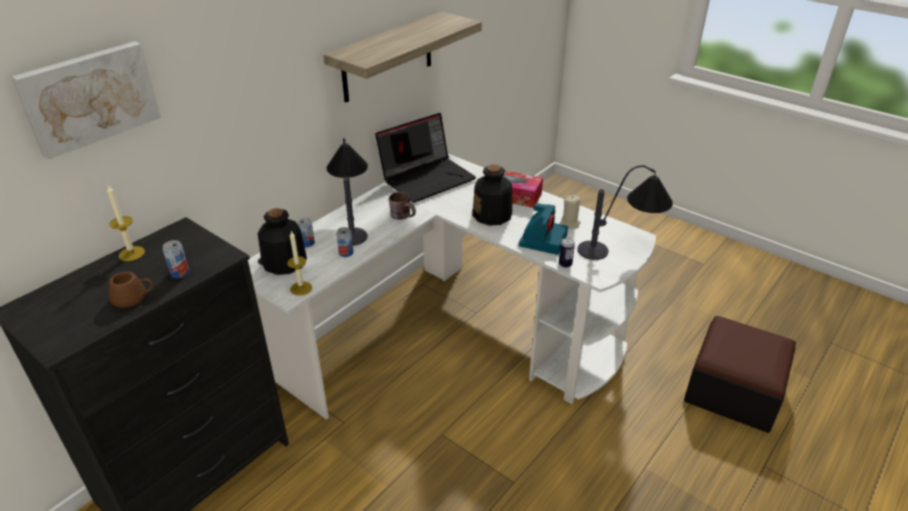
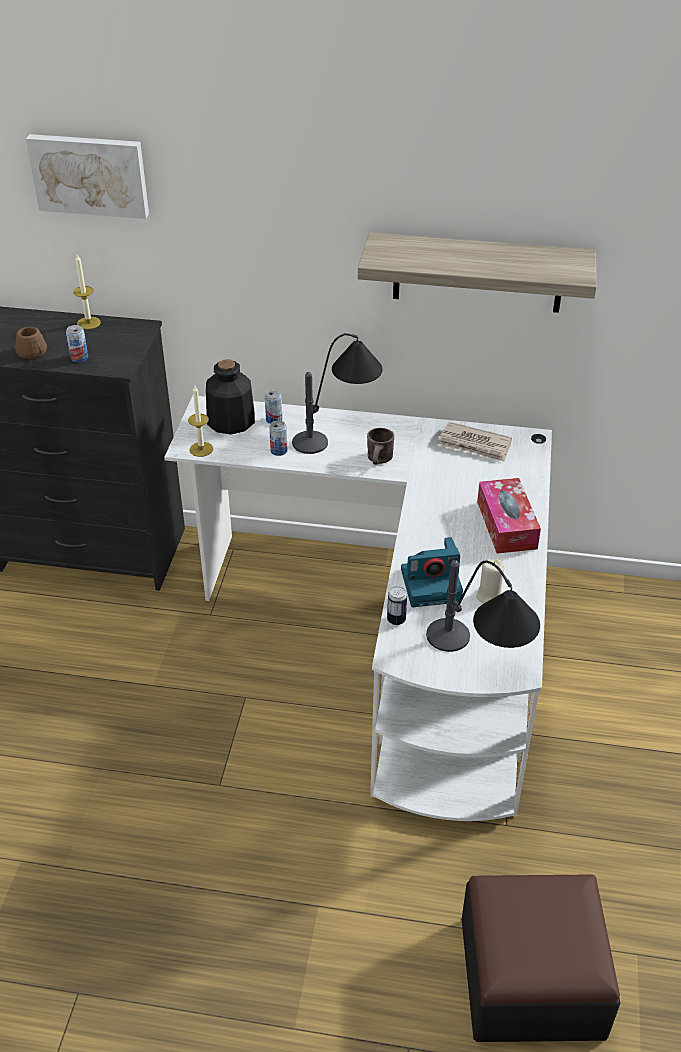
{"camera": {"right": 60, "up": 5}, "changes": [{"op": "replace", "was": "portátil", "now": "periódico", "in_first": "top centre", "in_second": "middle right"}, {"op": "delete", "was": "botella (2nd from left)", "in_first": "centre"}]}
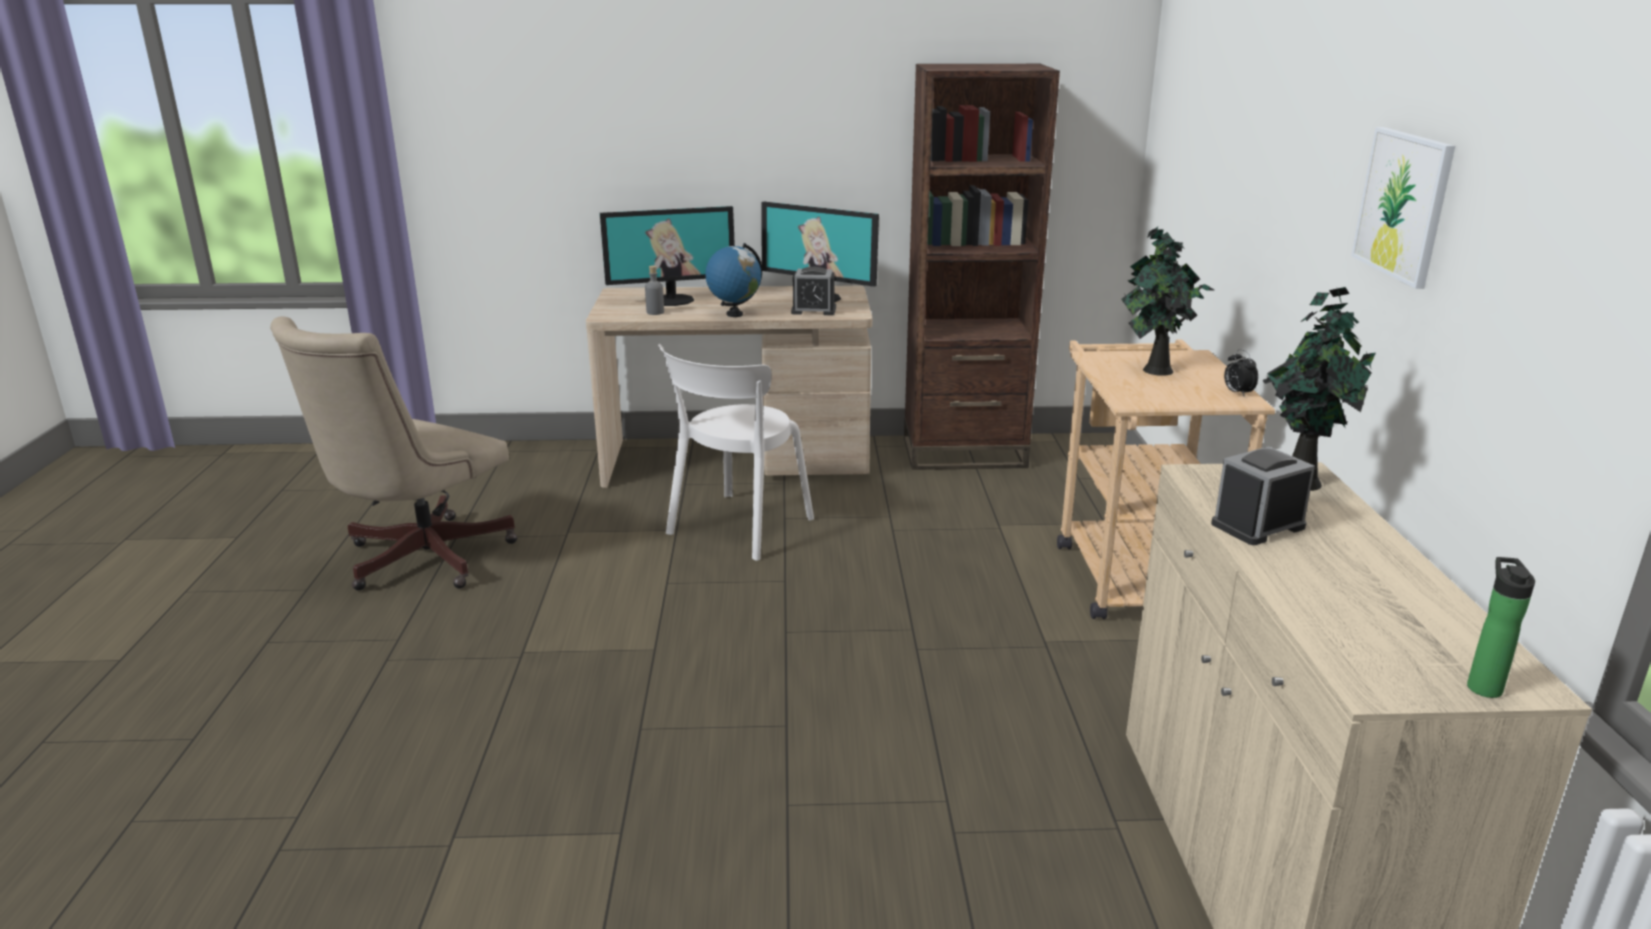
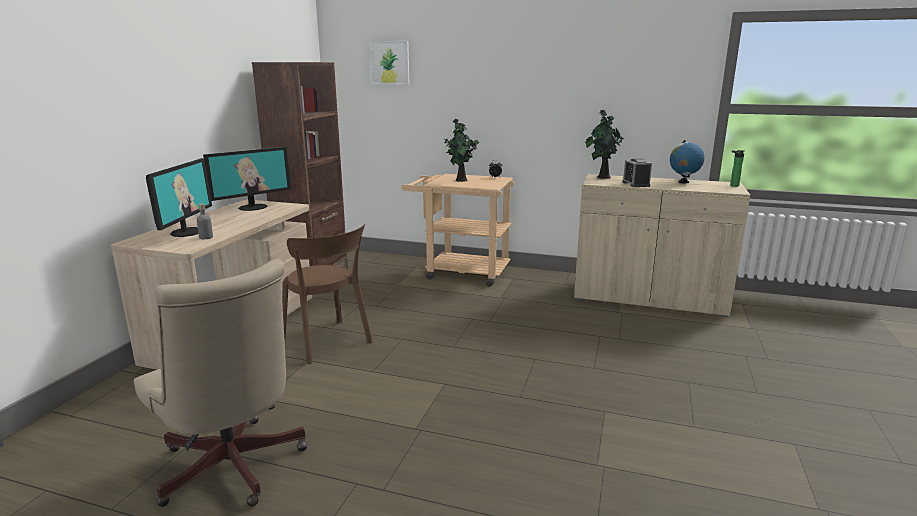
{"camera": {"right": -70, "up": -5}, "changes": [{"op": "move", "was": "cuadro", "in_first": "top right", "in_second": "top centre"}, {"op": "move", "was": "globo terráqueo", "in_first": "top centre", "in_second": "top right"}, {"op": "delete", "was": "despertador (1st from left)", "in_first": "top centre"}, {"op": "recolor", "was": "silla (blanco)", "now": "silla (marrón)", "in_first": "centre", "in_second": "centre"}]}
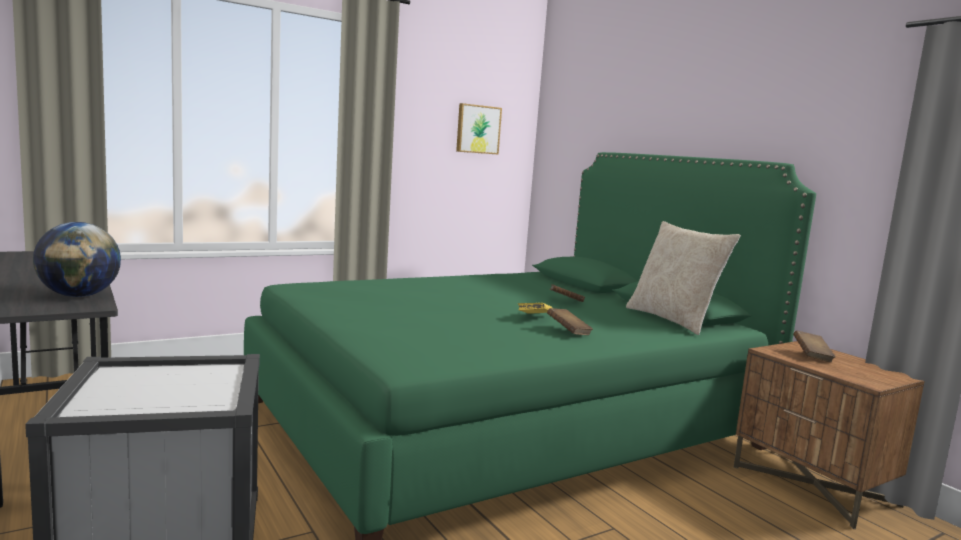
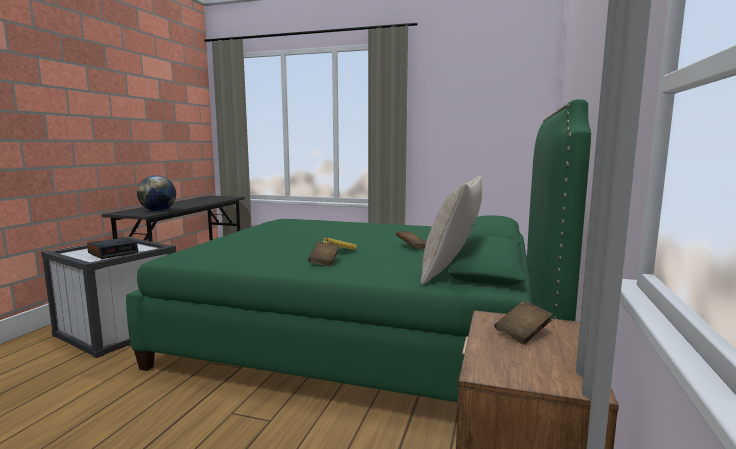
{"camera": {"right": 50, "up": 0}, "changes": [{"op": "delete", "was": "cuadro", "in_first": "top centre"}, {"op": "insert", "now": "despertador", "in_second": "middle left"}]}
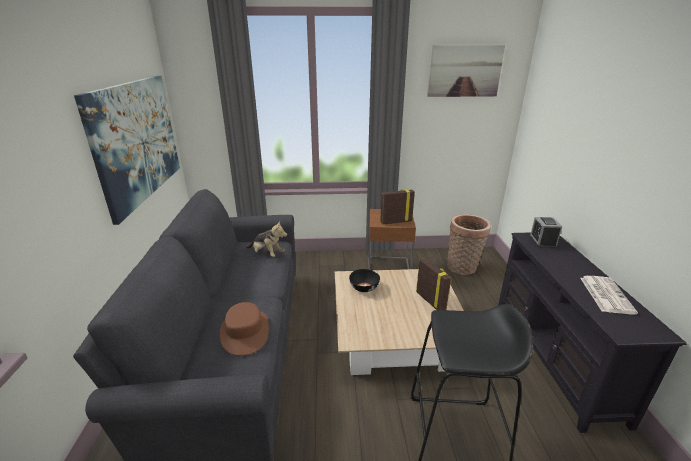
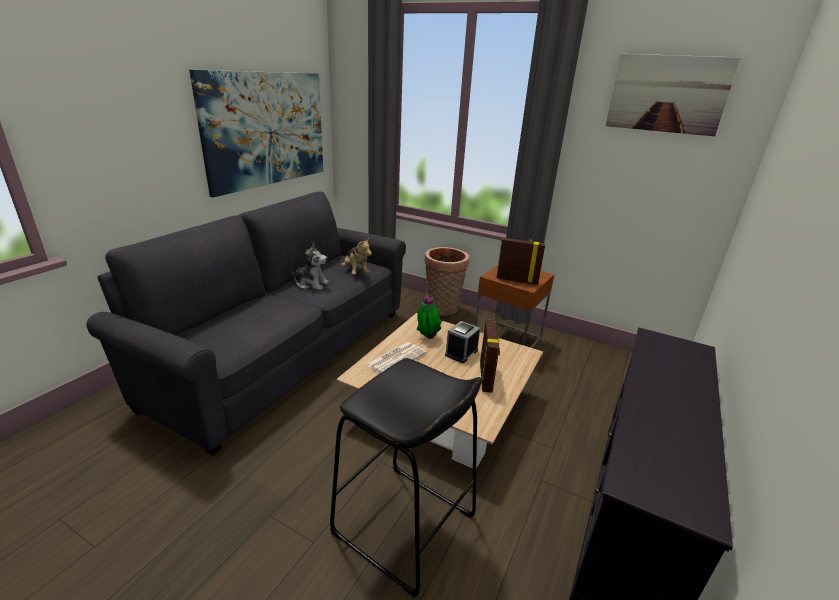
{"camera": {"right": 30, "up": 0}, "changes": [{"op": "move", "was": "cesta", "in_first": "middle right", "in_second": "centre"}, {"op": "move", "was": "despertador", "in_first": "middle right", "in_second": "centre"}, {"op": "replace", "was": "cuenco (negro)", "now": "planta en maceta", "in_first": "centre", "in_second": "centre"}, {"op": "move", "was": "periódico", "in_first": "middle right", "in_second": "centre"}, {"op": "delete", "was": "sombrero (marrón)", "in_first": "bottom centre"}, {"op": "insert", "now": "peluche (1st from left)", "in_second": "centre"}]}
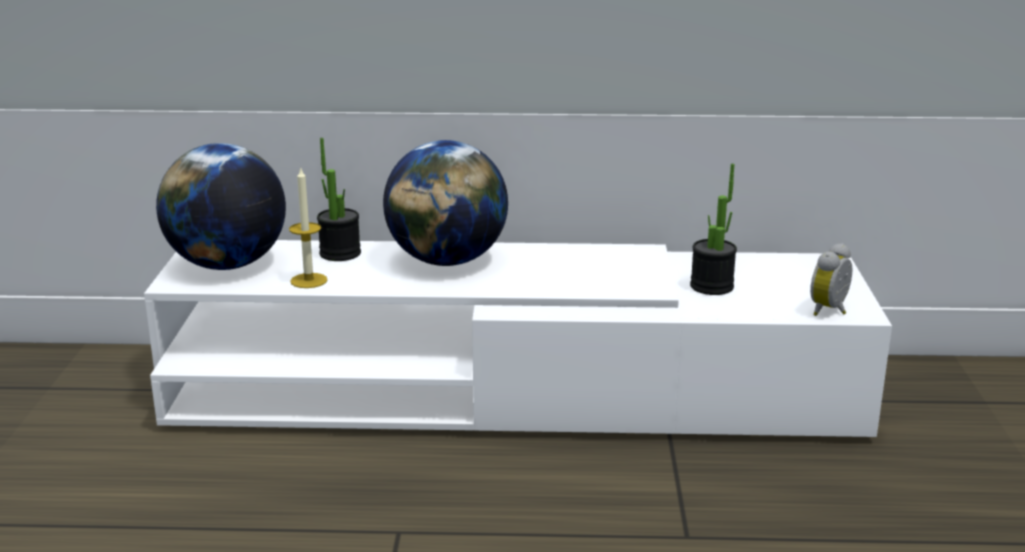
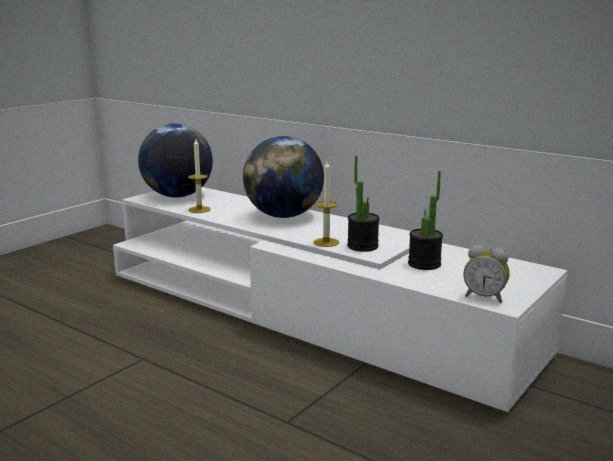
{"camera": {"right": 35, "up": -5}, "changes": [{"op": "move", "was": "planta en maceta (1st from left)", "in_first": "middle left", "in_second": "centre"}, {"op": "rotate", "was": "despertador", "in_first": "middle right", "in_second": "middle right", "clockwise": -135}, {"op": "insert", "now": "vela (2nd from left)", "in_second": "centre"}]}
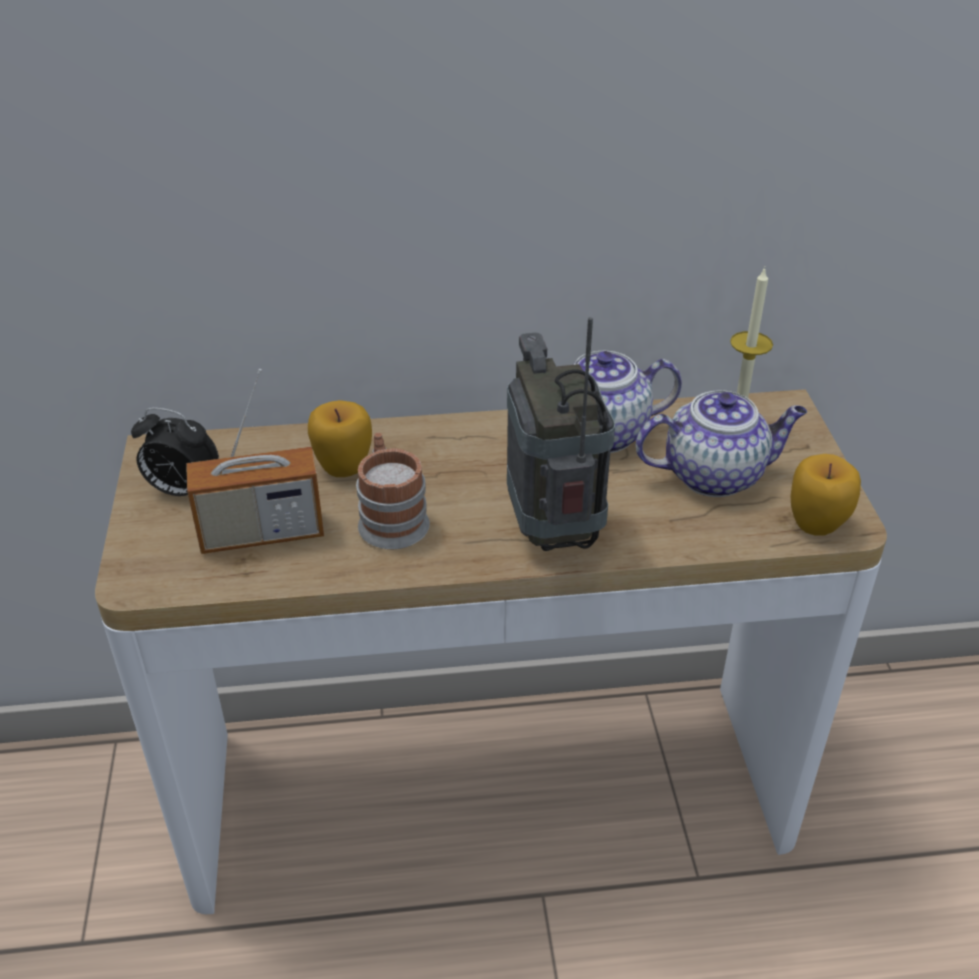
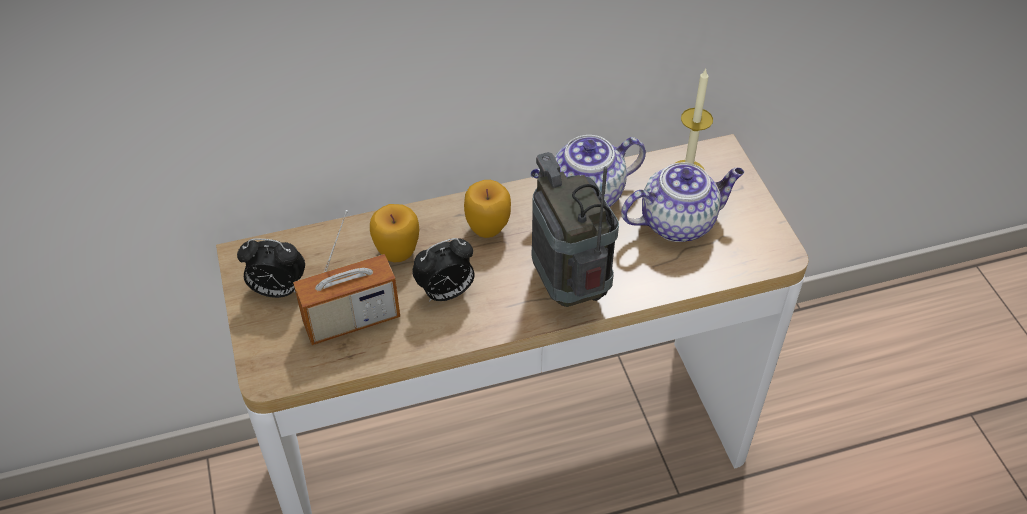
{"camera": {"right": -10, "up": 10}, "changes": [{"op": "replace", "was": "taza grande", "now": "despertador (2nd from left)", "in_first": "centre", "in_second": "centre"}, {"op": "move", "was": "manzana (2nd from left)", "in_first": "middle right", "in_second": "centre"}]}
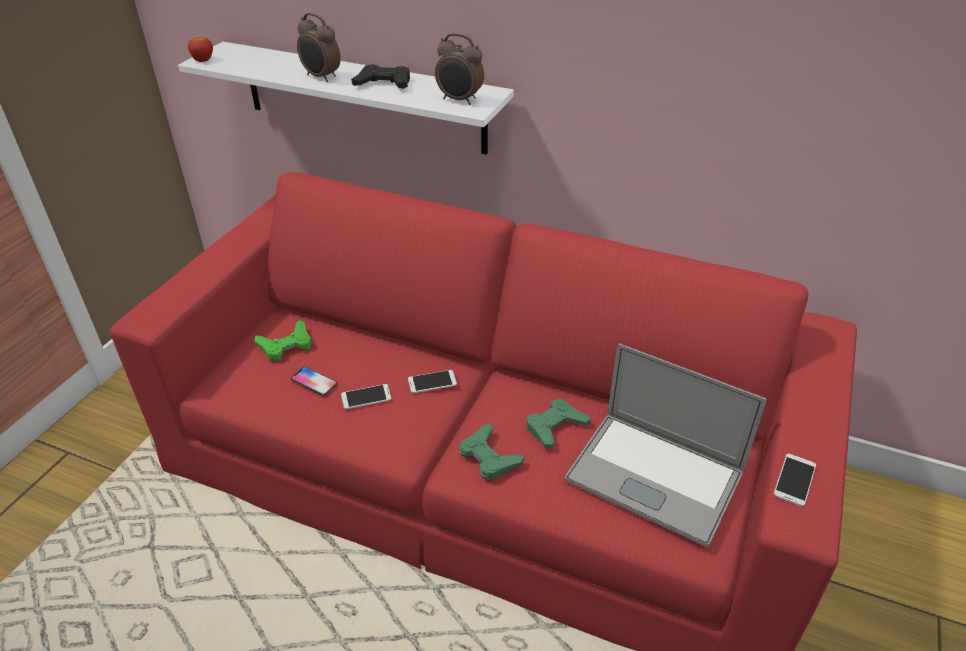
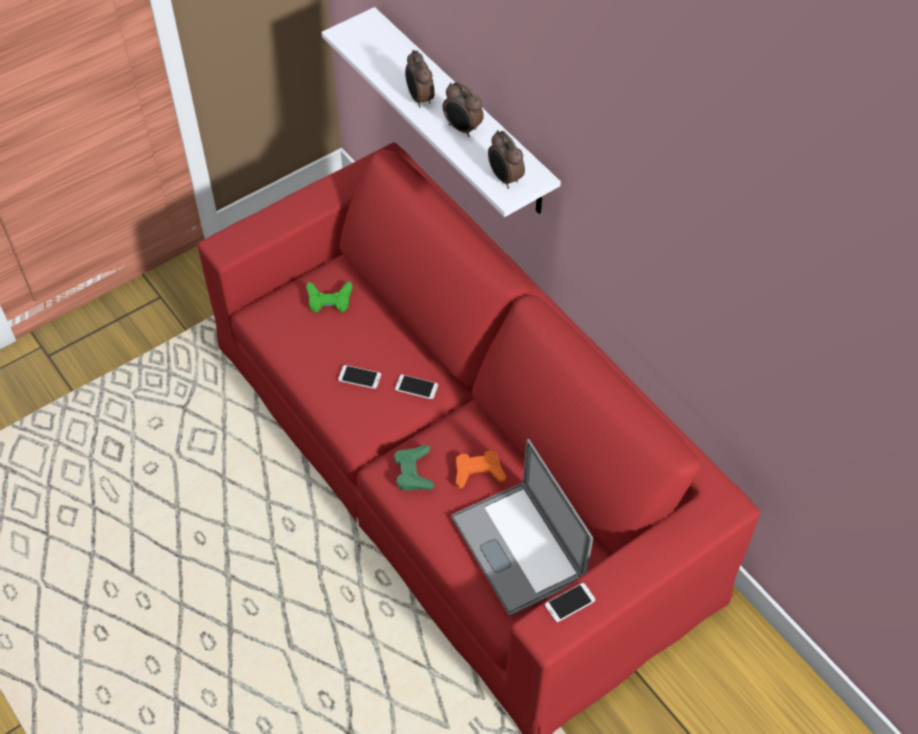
{"camera": {"right": 30, "up": 15}, "changes": [{"op": "delete", "was": "manzana", "in_first": "top left"}, {"op": "replace", "was": "mando de consola (negro)", "now": "despertador (2nd from left)", "in_first": "top centre", "in_second": "top centre"}, {"op": "delete", "was": "móvil (1st from left)", "in_first": "middle left"}, {"op": "recolor", "was": "mando de consola (verde) (3rd from left)", "now": "mando de consola (naranja)", "in_first": "centre", "in_second": "centre"}]}
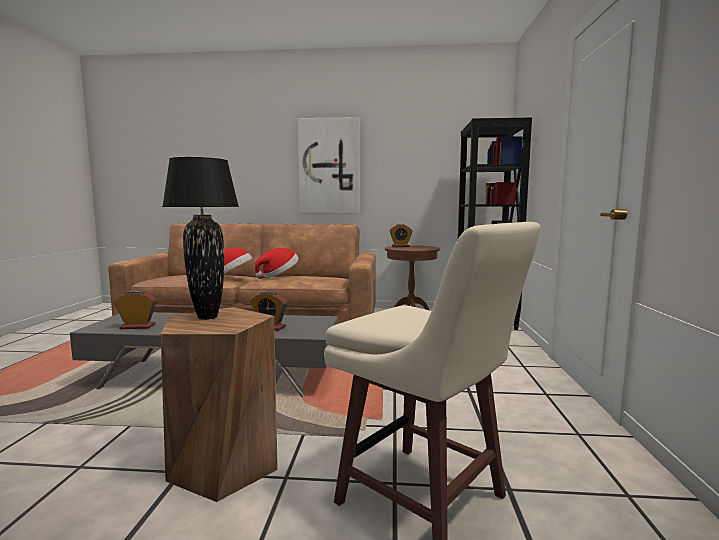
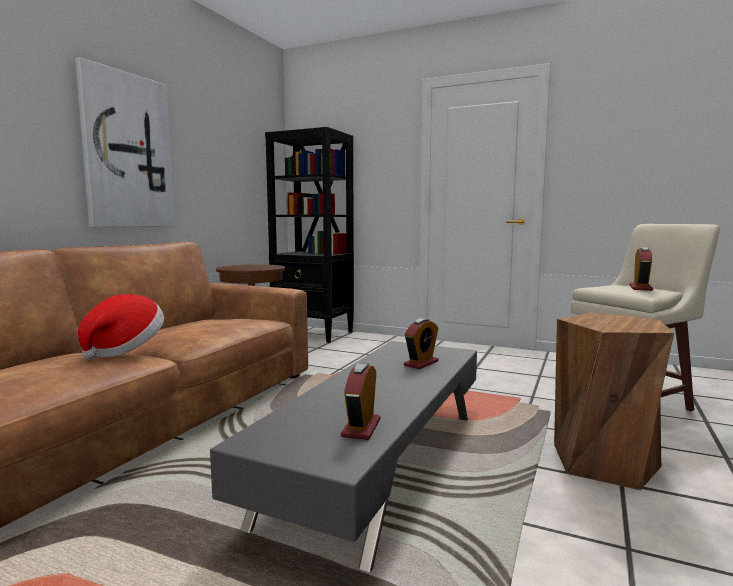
{"camera": {"right": -70, "up": 0}, "changes": [{"op": "delete", "was": "lámpara de mesa (negro)", "in_first": "middle left"}, {"op": "move", "was": "despertador (3rd from left)", "in_first": "centre", "in_second": "middle right"}, {"op": "delete", "was": "sombrero (2nd from left)", "in_first": "centre"}]}
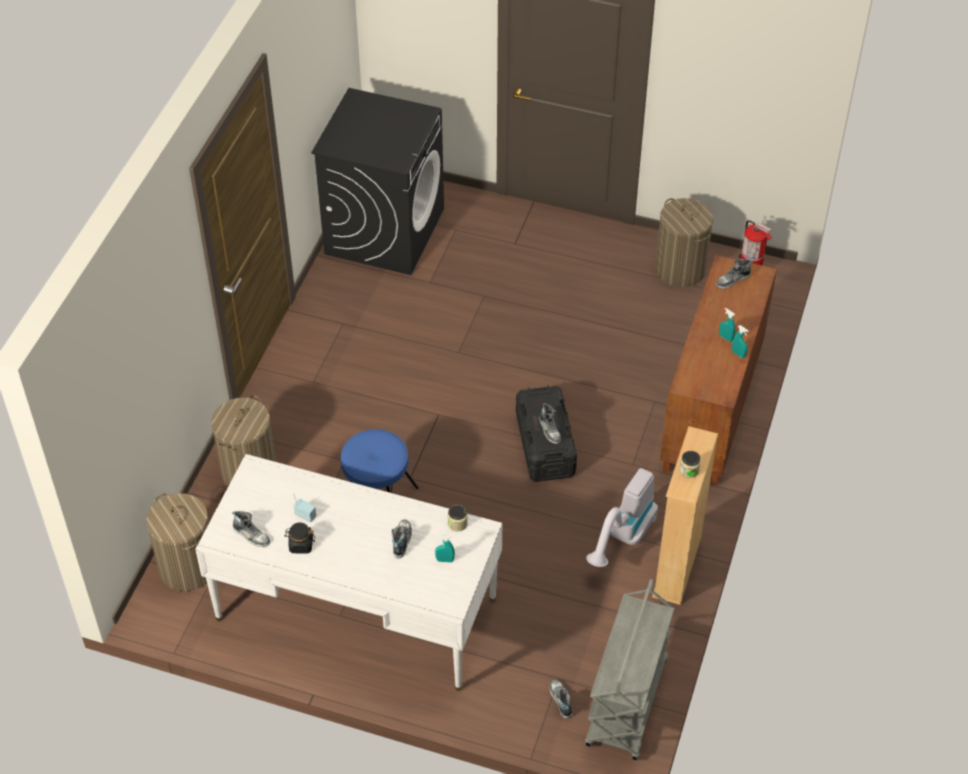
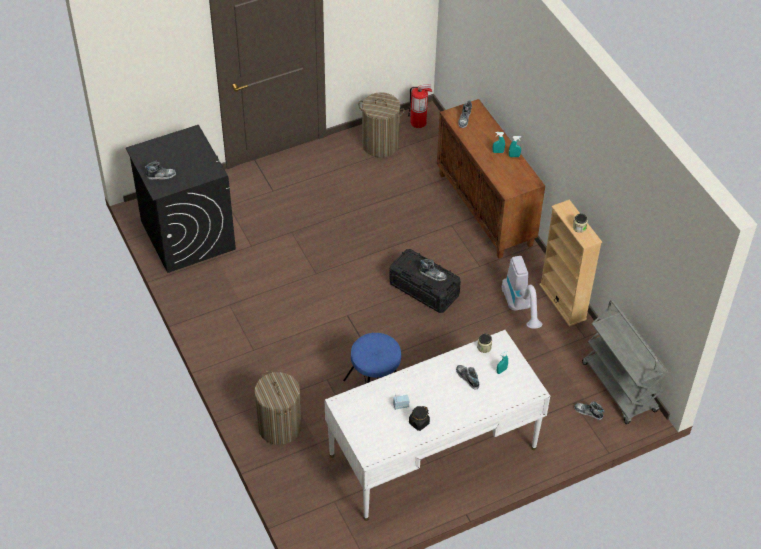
{"camera": {"right": -45, "up": 0}, "changes": [{"op": "delete", "was": "cesto de la ropa (1st from left)", "in_first": "bottom left"}, {"op": "move", "was": "zapato (1st from left)", "in_first": "bottom left", "in_second": "top left"}]}
